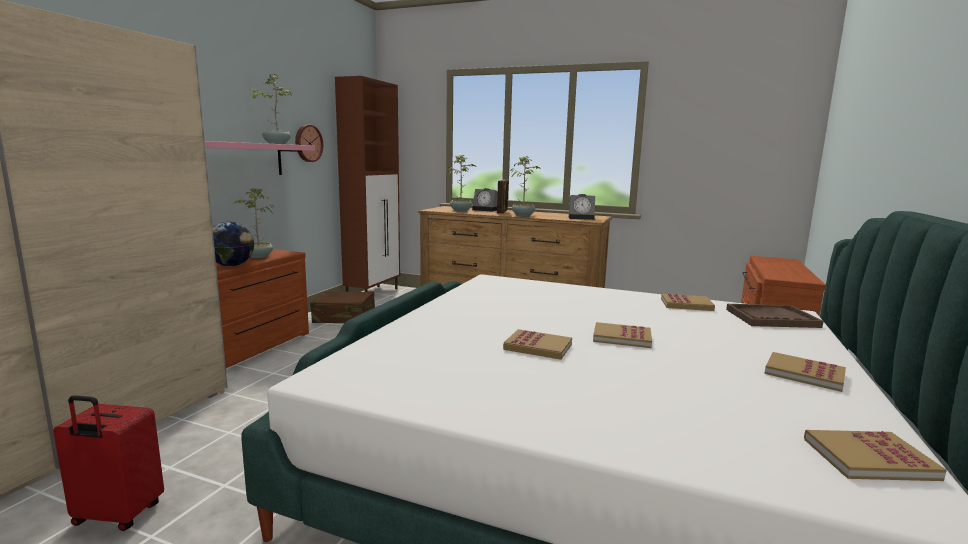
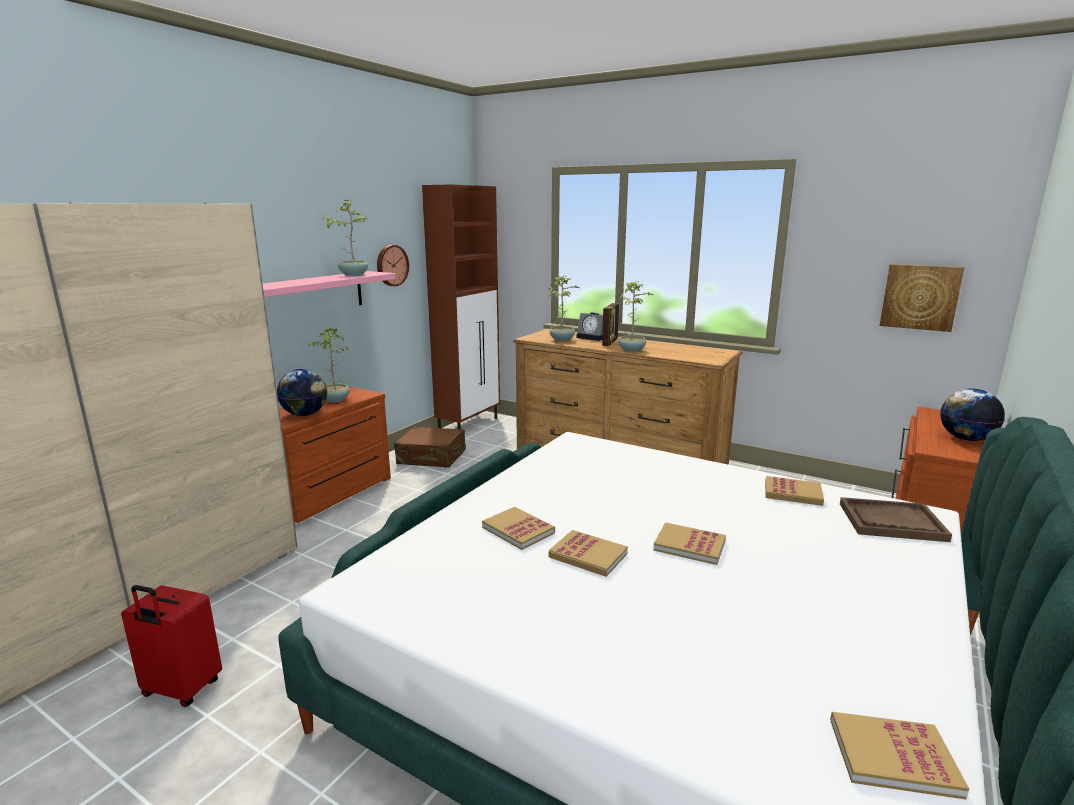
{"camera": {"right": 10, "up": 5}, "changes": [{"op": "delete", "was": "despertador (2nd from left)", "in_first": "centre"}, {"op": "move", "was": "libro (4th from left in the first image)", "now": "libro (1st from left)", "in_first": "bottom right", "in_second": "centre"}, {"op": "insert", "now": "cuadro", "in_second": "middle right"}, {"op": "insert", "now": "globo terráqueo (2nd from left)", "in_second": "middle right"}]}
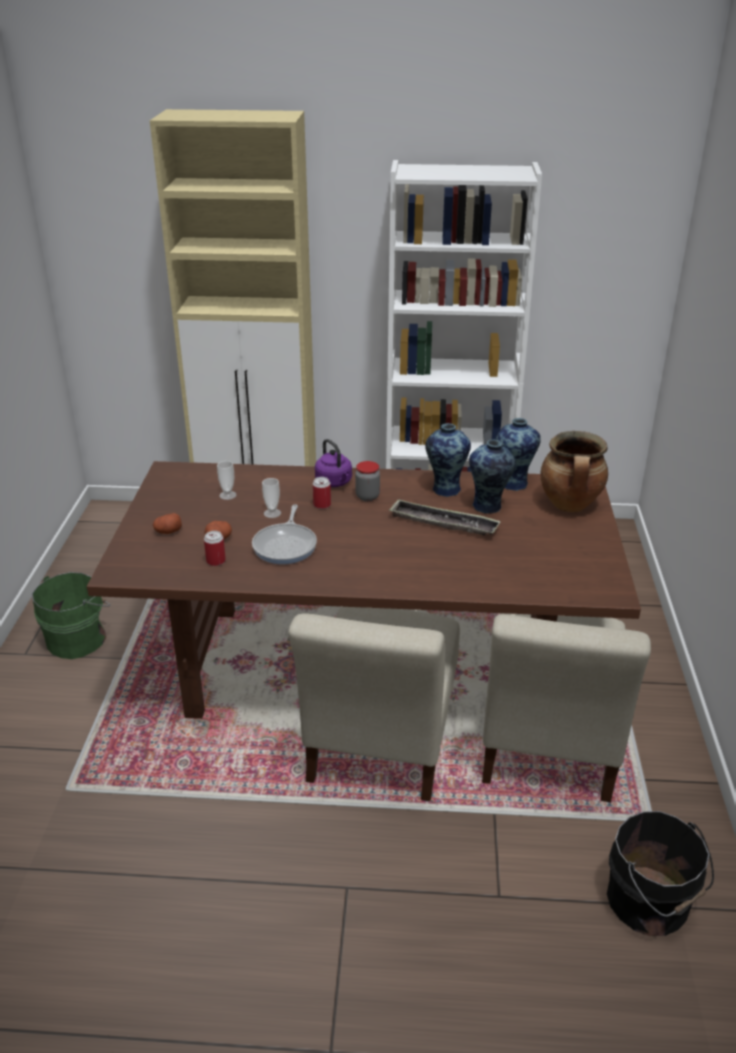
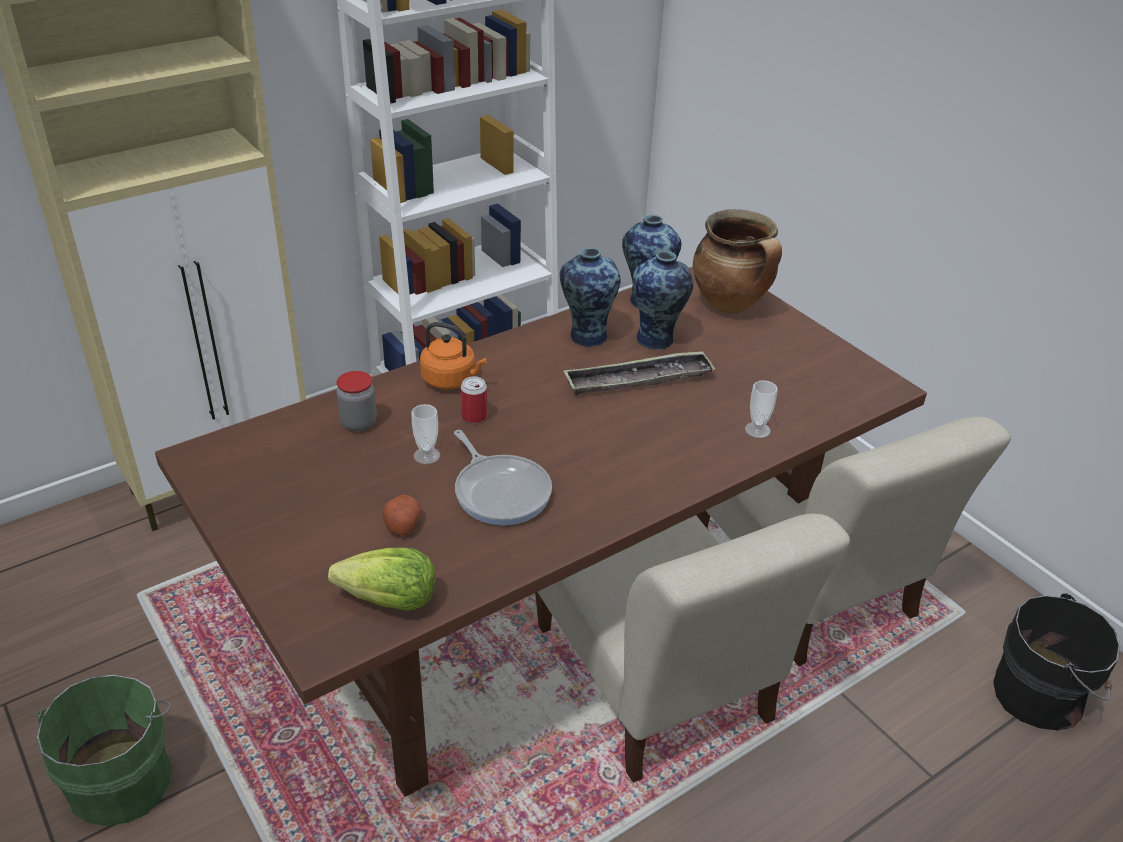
{"camera": {"right": -40, "up": 5}, "changes": [{"op": "recolor", "was": "hervidor (morado)", "now": "hervidor (naranja)", "in_first": "centre", "in_second": "centre"}, {"op": "move", "was": "taza (1st from left in the first image)", "now": "taza (2nd from left)", "in_first": "middle left", "in_second": "middle right"}, {"op": "move", "was": "tarro", "in_first": "centre", "in_second": "middle left"}, {"op": "delete", "was": "patata (1st from left)", "in_first": "middle left"}, {"op": "delete", "was": "lata (1st from left)", "in_first": "middle left"}, {"op": "insert", "now": "lechuga", "in_second": "bottom centre"}]}
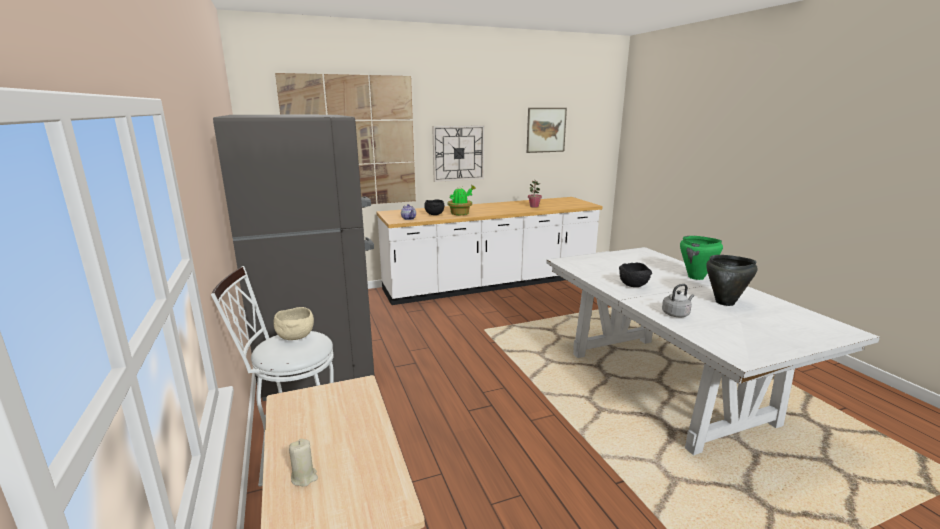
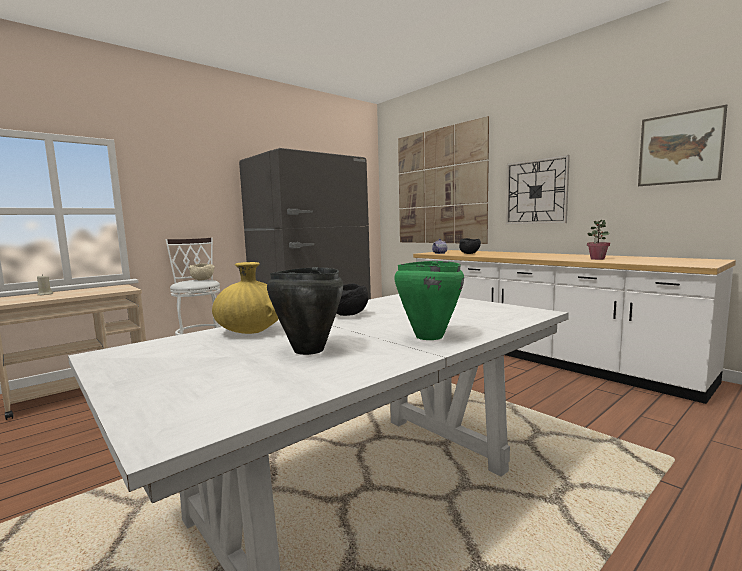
{"camera": {"right": 70, "up": -10}, "changes": [{"op": "delete", "was": "planta en maceta (1st from left)", "in_first": "centre"}, {"op": "replace", "was": "hervidor (gris)", "now": "florero (amarillo)", "in_first": "middle right", "in_second": "middle left"}]}
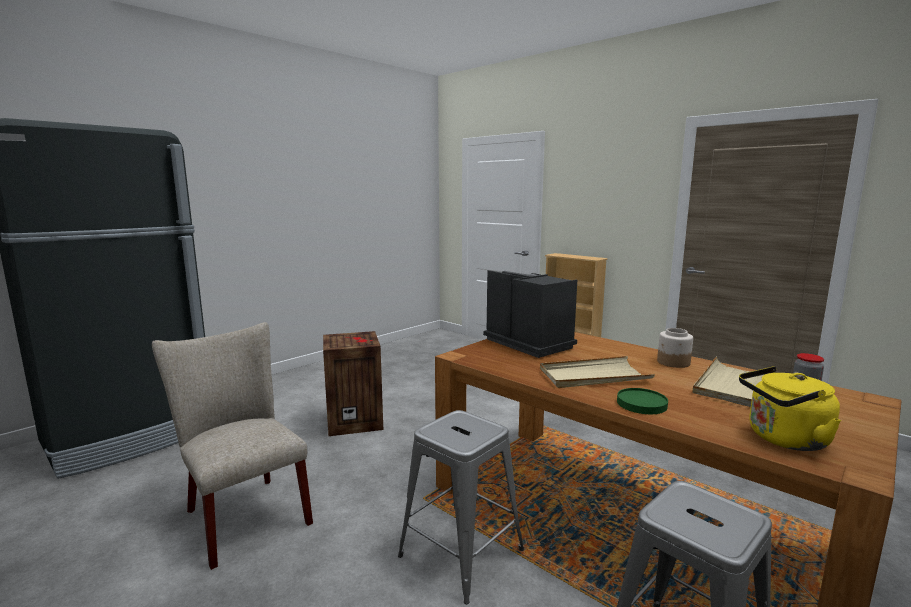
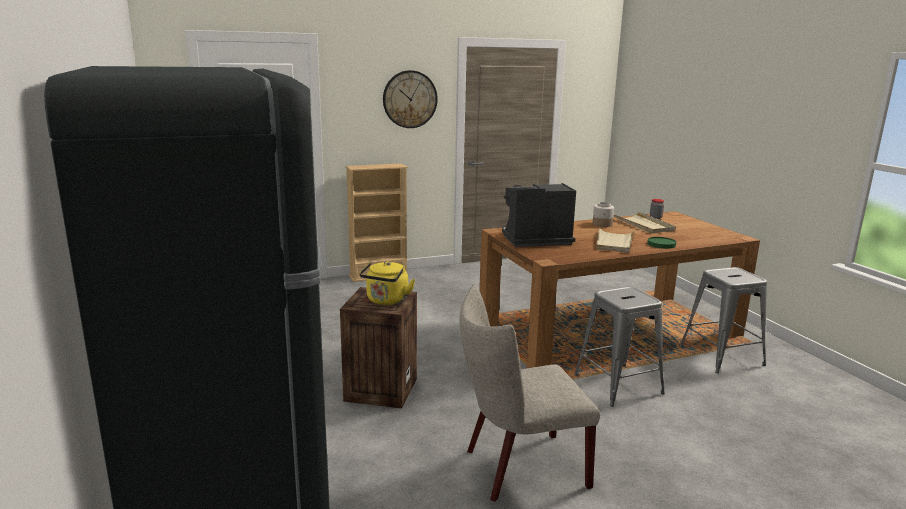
{"camera": {"right": -65, "up": 5}, "changes": [{"op": "move", "was": "hervidor (amarillo)", "in_first": "bottom right", "in_second": "centre"}, {"op": "insert", "now": "reloj de pared", "in_second": "top centre"}]}
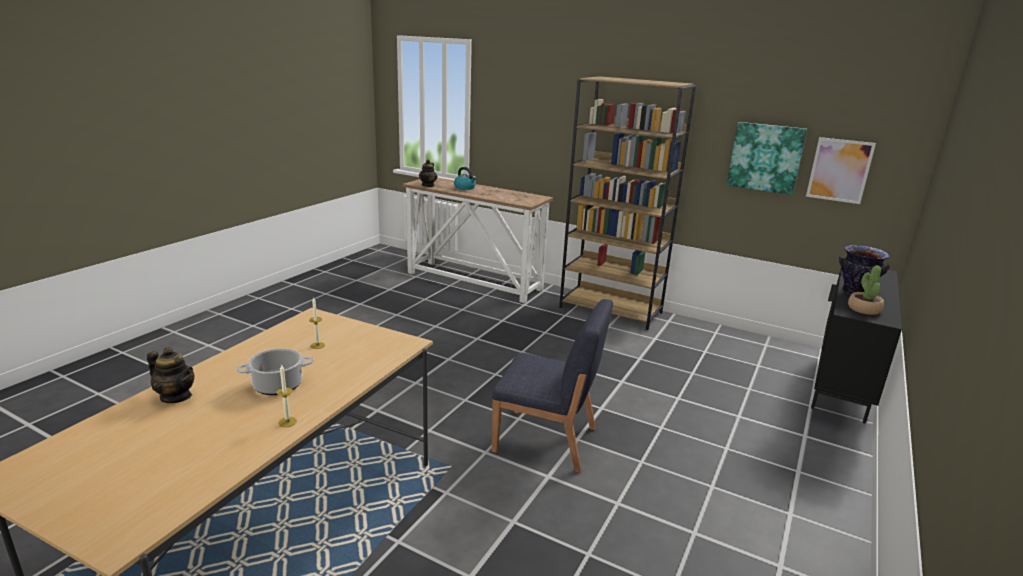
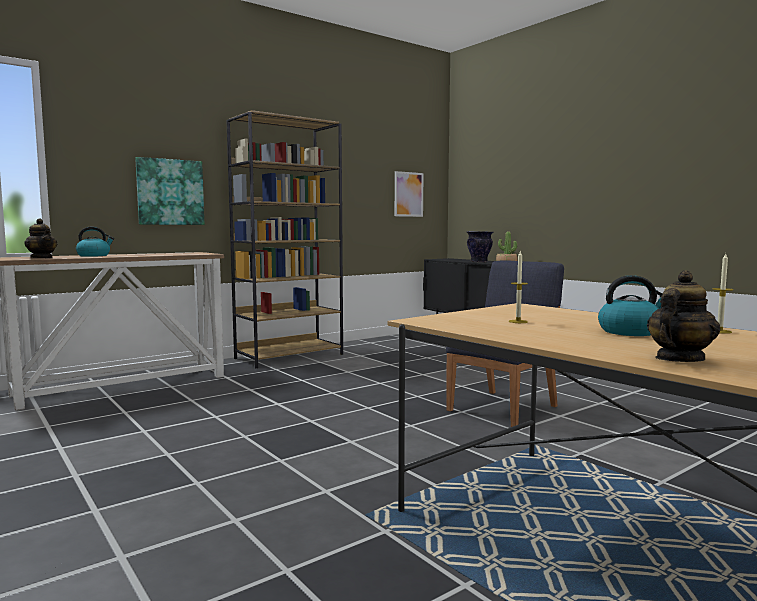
{"camera": {"right": -65, "up": -15}, "changes": [{"op": "move", "was": "cuadro (1st from left)", "in_first": "top right", "in_second": "top left"}, {"op": "replace", "was": "olla", "now": "hervidor (2nd from left)", "in_first": "middle left", "in_second": "middle right"}]}
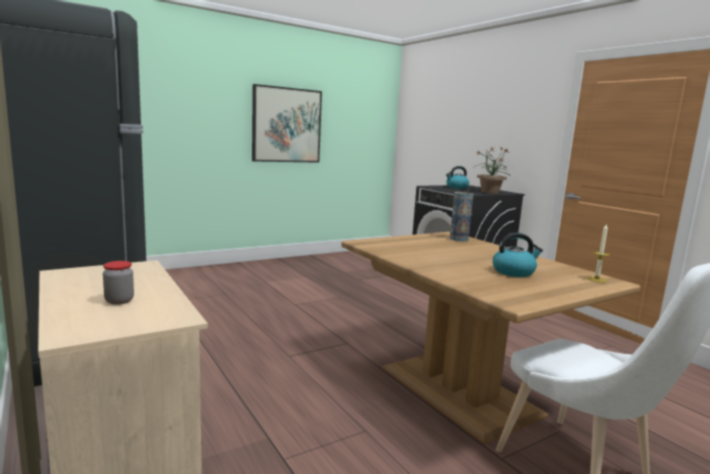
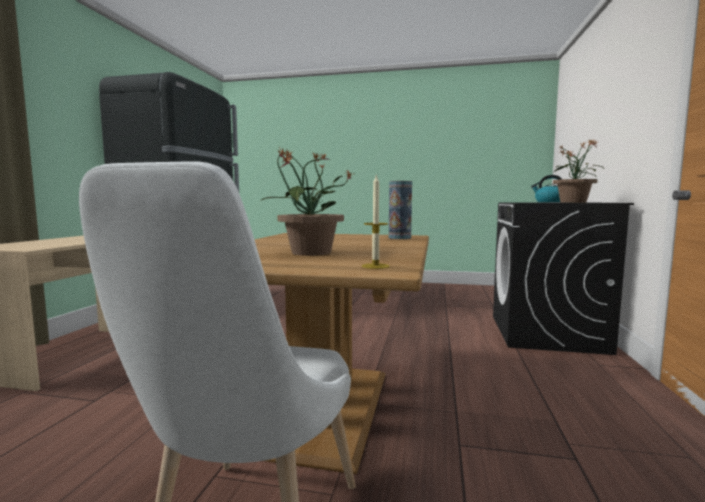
{"camera": {"right": 45, "up": -5}, "changes": [{"op": "delete", "was": "cuadro", "in_first": "top centre"}, {"op": "replace", "was": "hervidor (2nd from left)", "now": "planta en maceta (1st from left)", "in_first": "middle right", "in_second": "centre"}, {"op": "delete", "was": "tarro", "in_first": "middle left"}]}
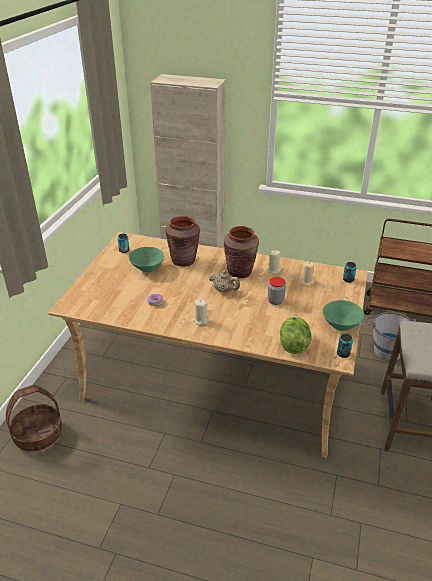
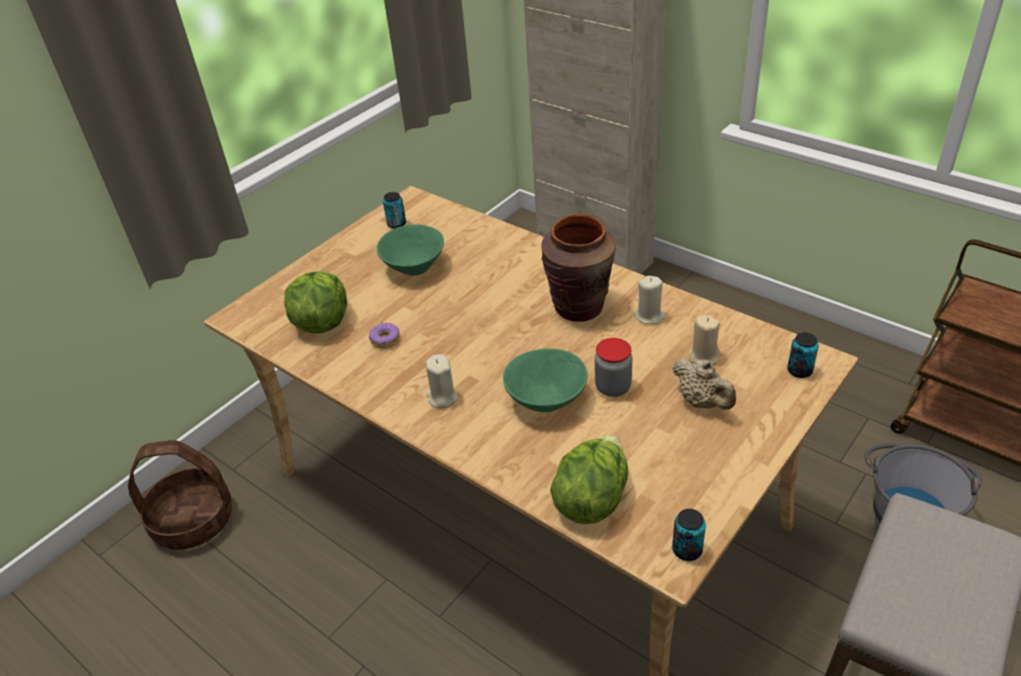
{"camera": {"right": 25, "up": 5}, "changes": [{"op": "delete", "was": "florero (marrón) (1st from left)", "in_first": "centre"}, {"op": "move", "was": "tetera (beis)", "in_first": "centre", "in_second": "middle right"}, {"op": "move", "was": "cuenco (verde) (2nd from left)", "in_first": "middle right", "in_second": "centre"}, {"op": "insert", "now": "lechuga (1st from left)", "in_second": "middle left"}]}
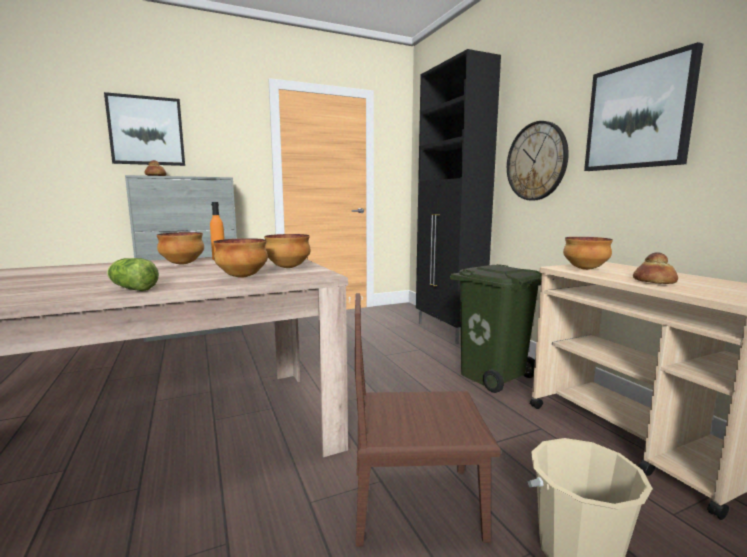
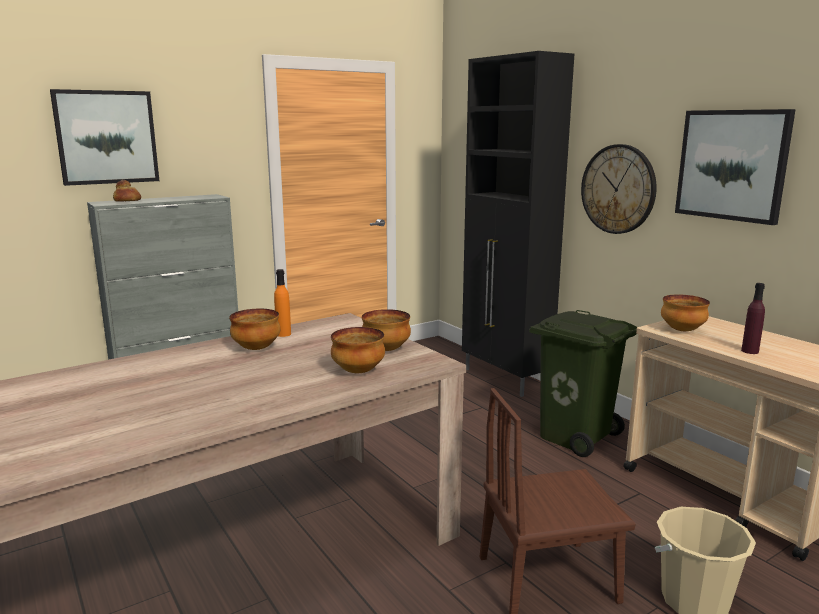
{"camera": {"right": -10, "up": 5}, "changes": [{"op": "replace", "was": "pan (2nd from left)", "now": "botella (morado)", "in_first": "middle right", "in_second": "middle right"}, {"op": "delete", "was": "lechuga", "in_first": "middle left"}]}
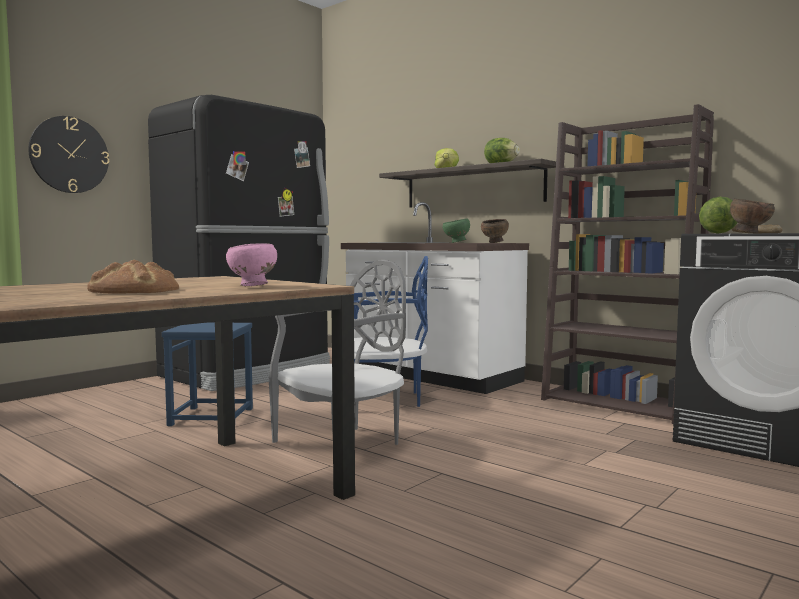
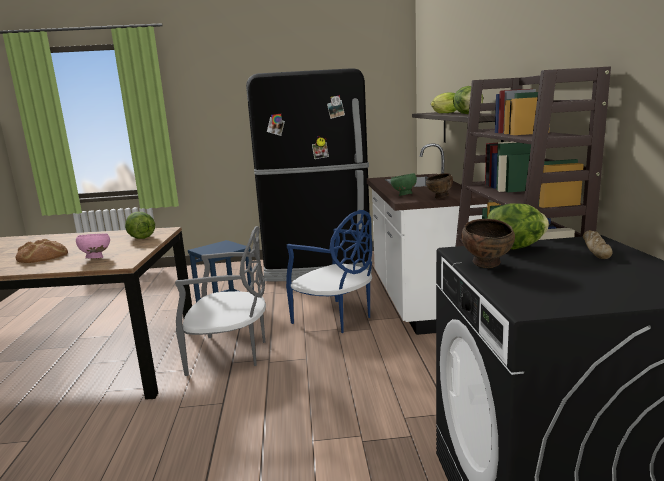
{"camera": {"right": 45, "up": 10}, "changes": [{"op": "delete", "was": "reloj de pared", "in_first": "top left"}, {"op": "insert", "now": "lechuga (1st from left)", "in_second": "middle left"}]}
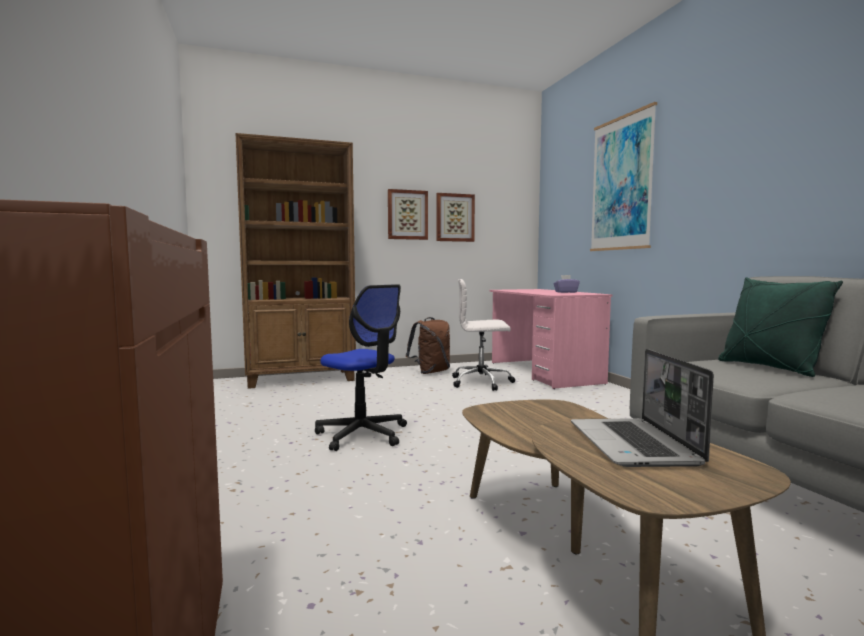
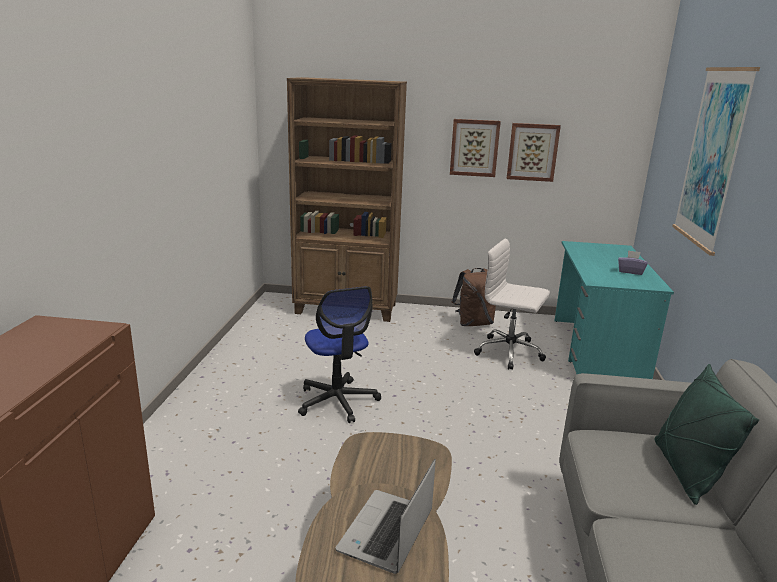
{"camera": {"right": 25, "up": 15}, "changes": [{"op": "recolor", "was": "escritorio (rosa)", "now": "escritorio (turquesa)", "in_first": "centre", "in_second": "middle right"}]}
